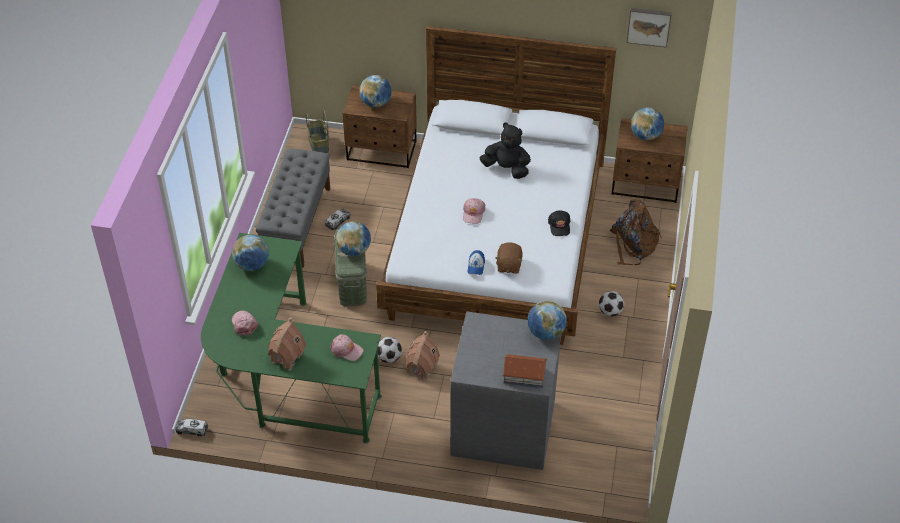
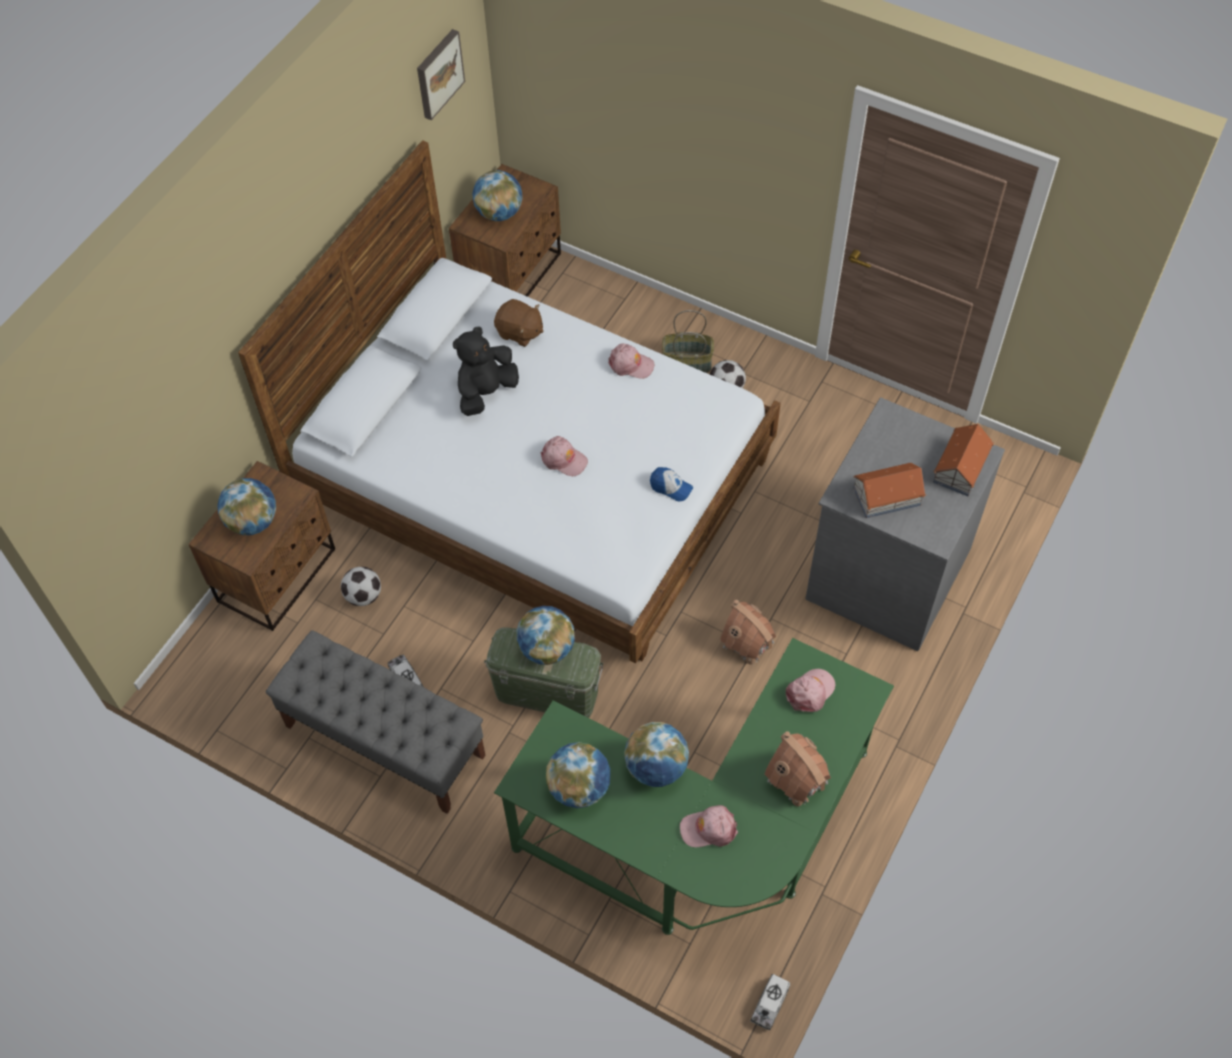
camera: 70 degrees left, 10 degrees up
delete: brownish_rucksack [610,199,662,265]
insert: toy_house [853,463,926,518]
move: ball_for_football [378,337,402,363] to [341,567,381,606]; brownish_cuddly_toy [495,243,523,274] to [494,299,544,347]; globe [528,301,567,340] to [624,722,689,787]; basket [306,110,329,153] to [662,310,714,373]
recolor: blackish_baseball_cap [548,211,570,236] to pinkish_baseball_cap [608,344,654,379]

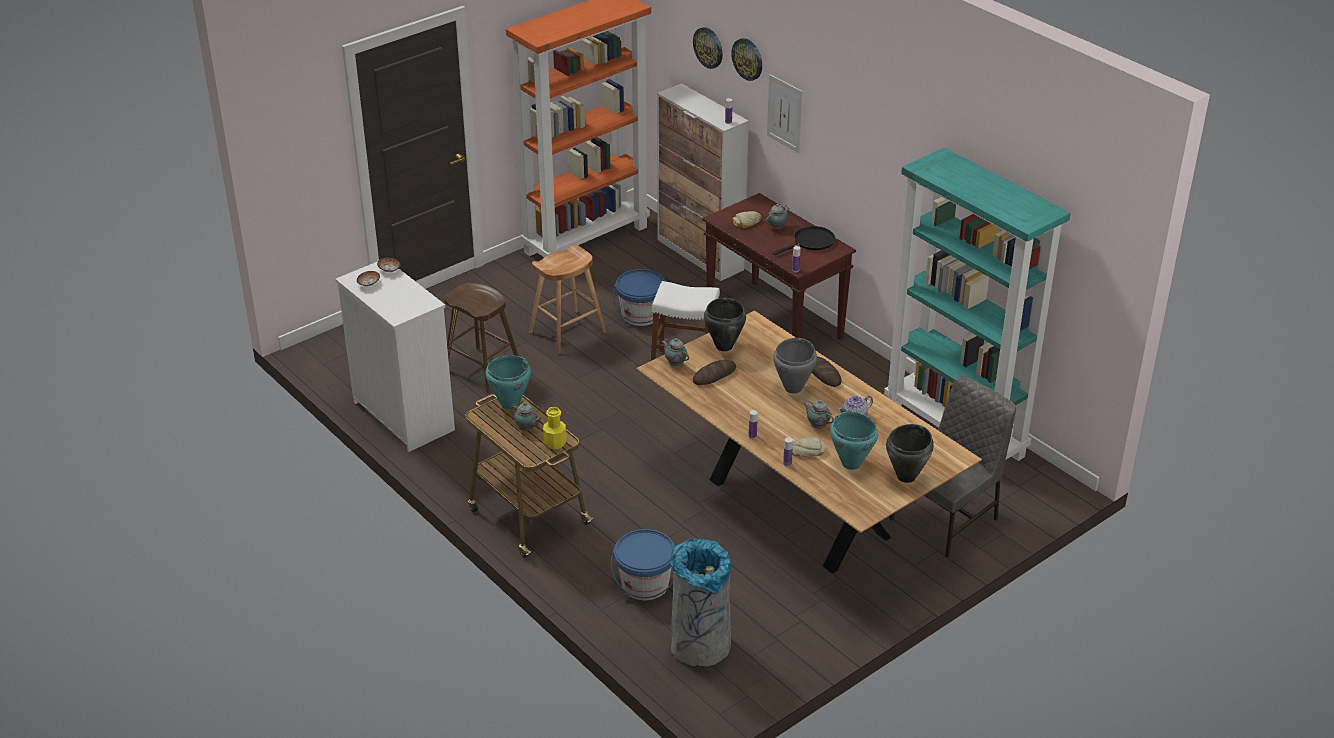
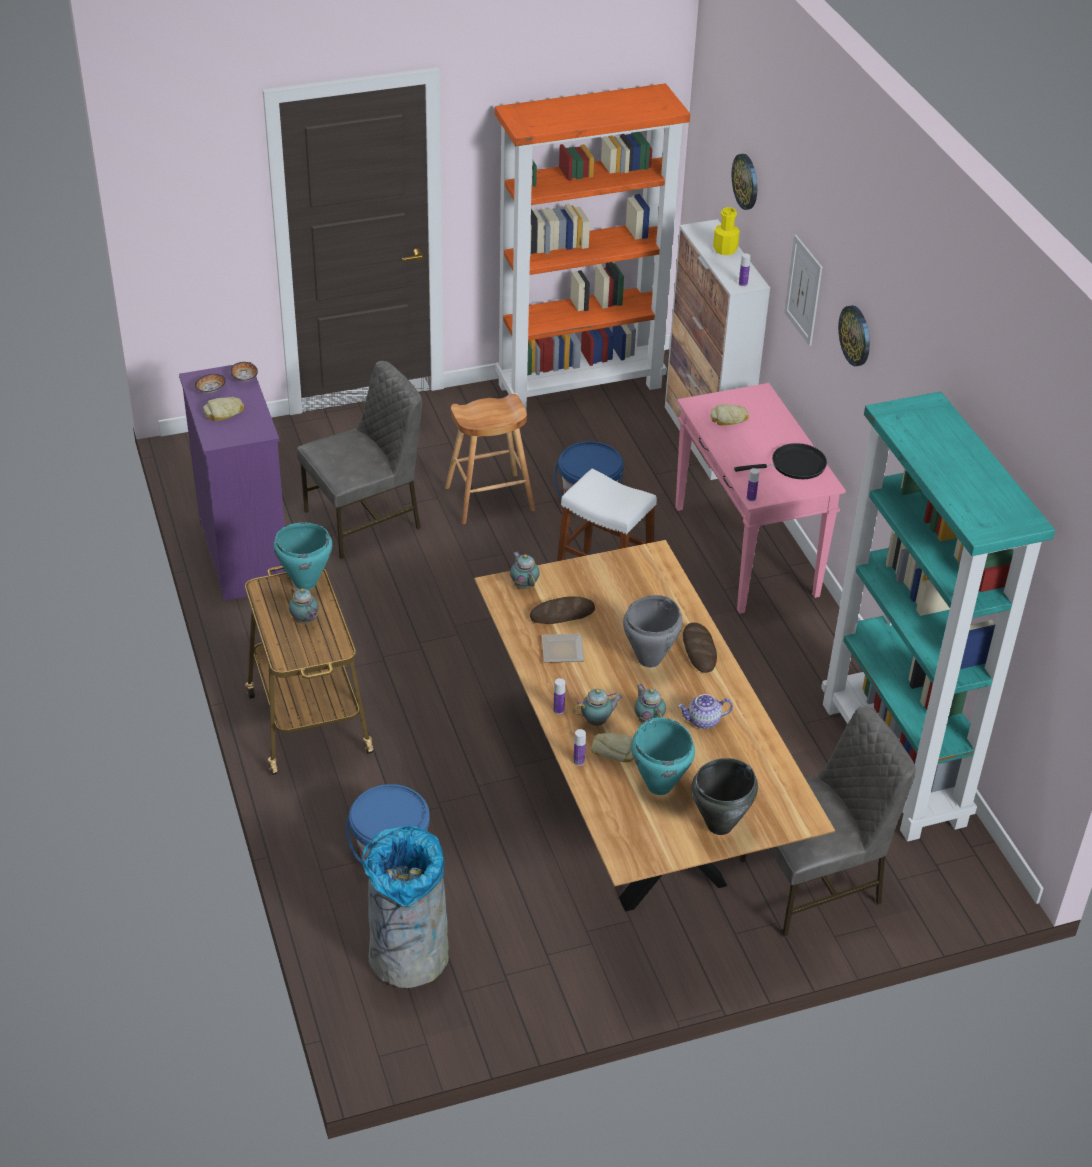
camera: 20 degrees right, 5 degrees up
delete: blackish_stockpot [704,298,746,351]
insert: baked_bread [203,397,244,421]; flat_dish [542,634,584,663]
move: tea_pot [765,204,790,229] to [573,689,623,726]; yellow-coloured_drink_bottle [543,407,566,449] to [713,207,740,255]; hanging_clock [731,38,762,81] to [838,305,870,366]
replace: brownish_sitting_stool [444,283,519,393] to gray_upright_chair [297,361,422,559]
recolor: white-coloured_chest_of_drawers [335,262,455,452] to purplish_chest_of_drawers [179,362,286,601]; brownish_hall_table [702,193,856,340] to pinkish_hall_table [675,383,846,614]

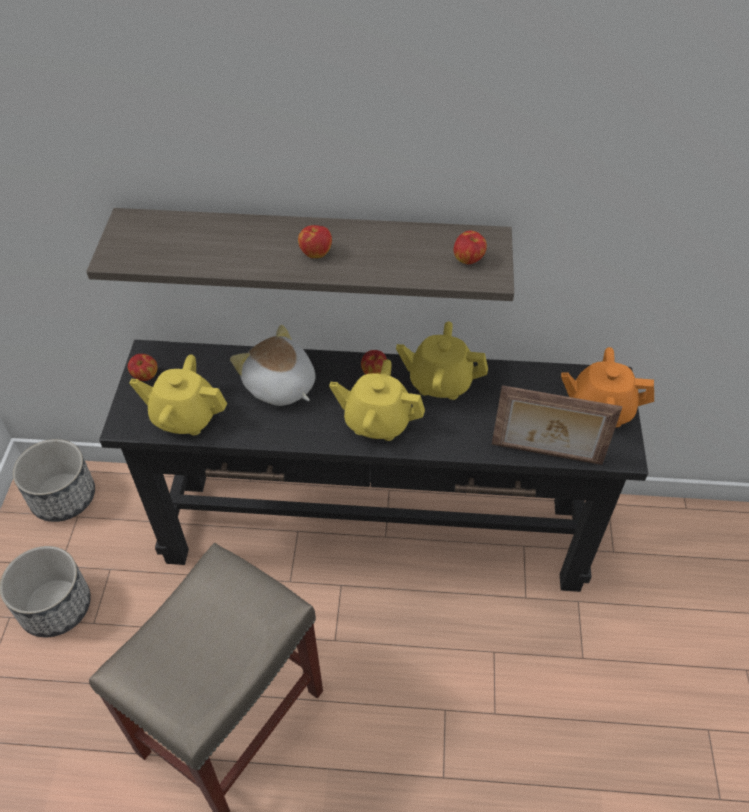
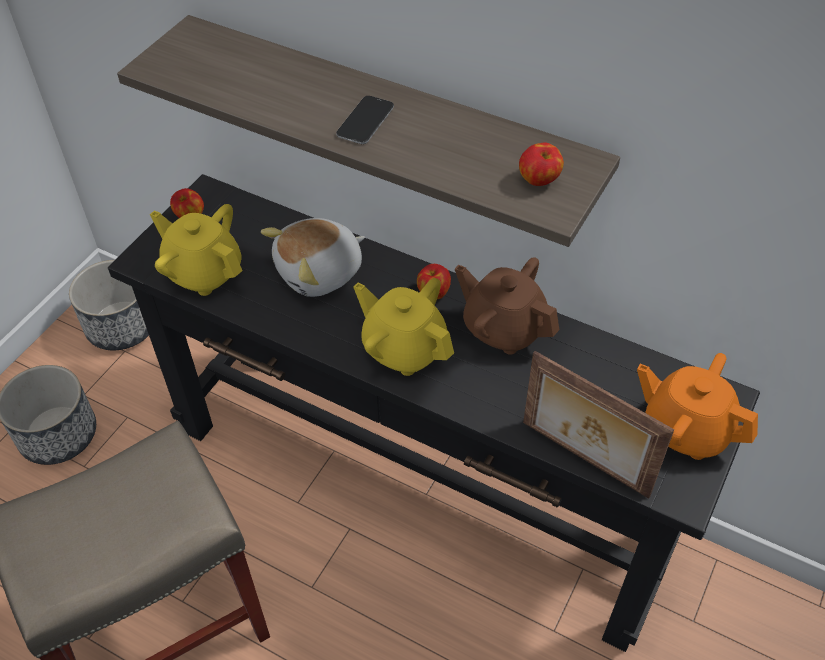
camera: 25 degrees right, 0 degrees up
replace: apple [298,225,332,258] to telephone [336,96,394,144]
recolor: yellow-coloured_tea_pot [396,322,488,400] to brownish_tea_pot [455,257,559,355]
rotate: cuddly_toy [230,325,316,406] = [261,218,365,297] 105 degrees counterclockwise

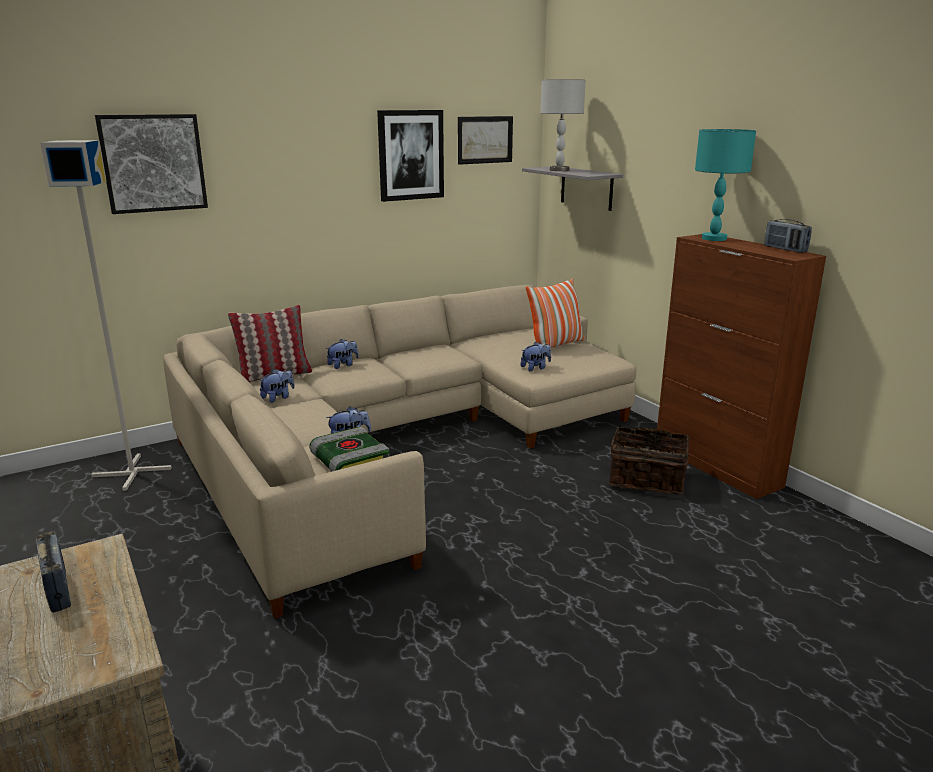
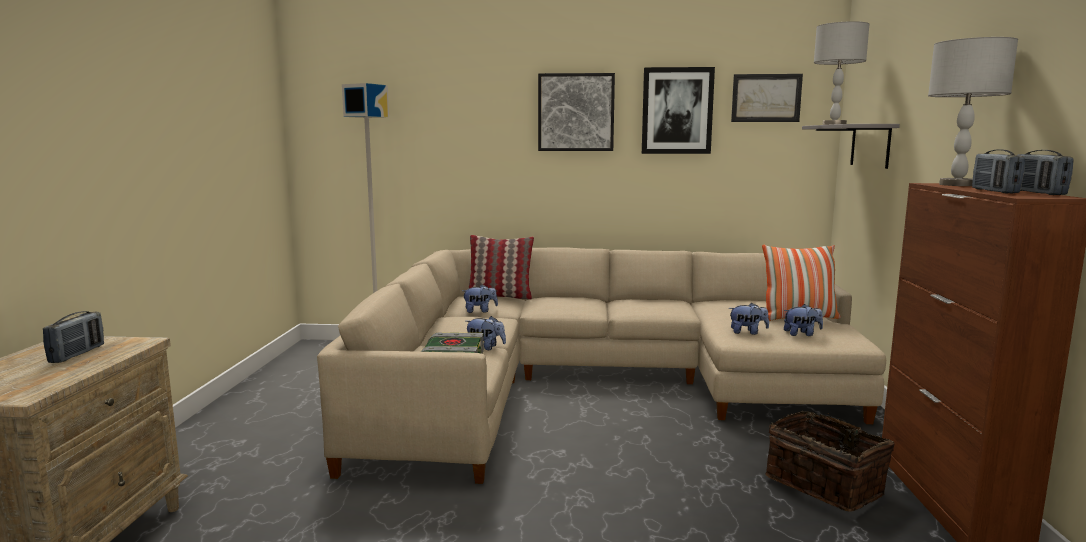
camera: 35 degrees right, 10 degrees down
insert: radio_set [972,149,1025,194]
move: picture [95,114,208,214] to [538,73,615,151]; cuddly_toy [326,339,359,369] to [784,304,823,336]
recolor: turquoise-coloured_lamp_for_a_table [695,129,756,241] to gray_lamp_for_a_table [928,37,1018,186]

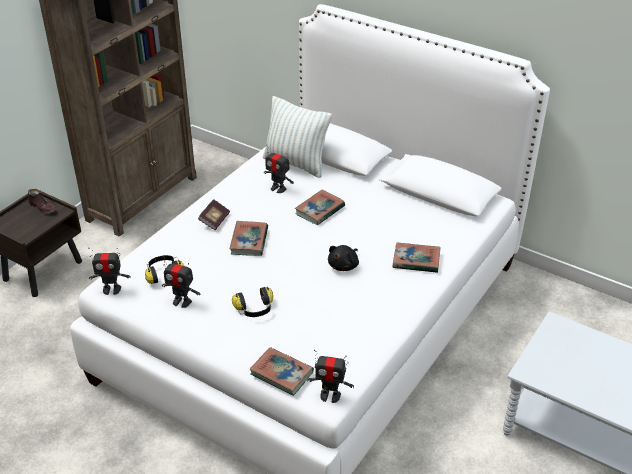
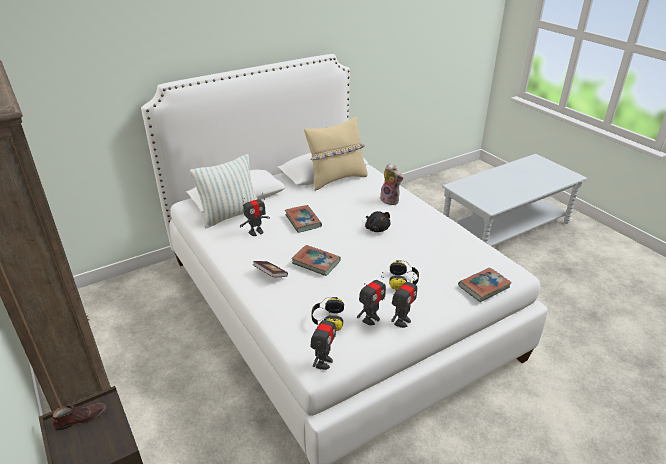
camera: 65 degrees left, 5 degrees down
insert: beige_pillow [304,117,368,191]
move: model_robot [308,350,354,403] to [391,273,417,328]
replace: bound_book [393,243,441,273] to cuddly_toy [380,163,403,205]

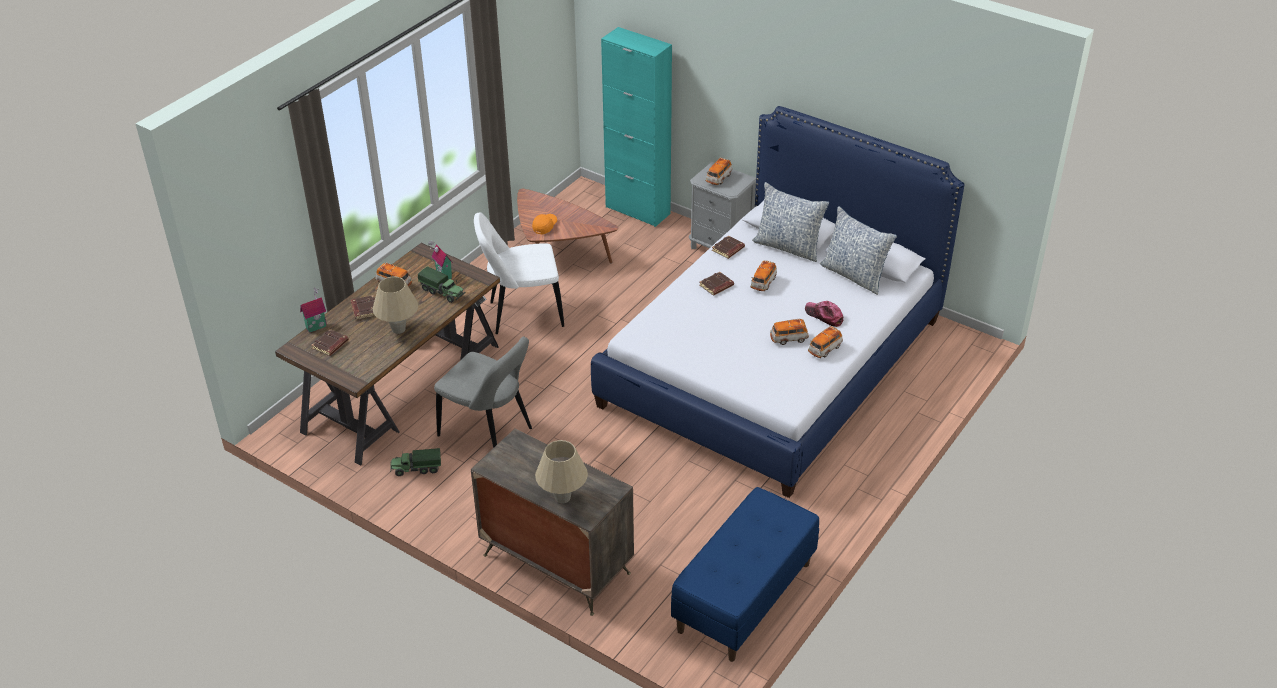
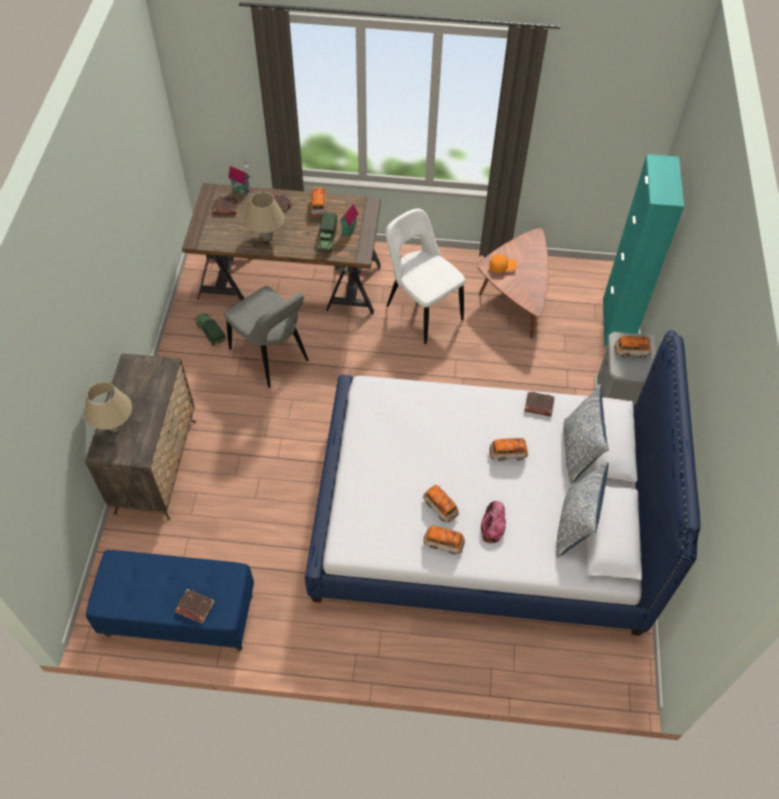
camera: 60 degrees right, 15 degrees up
move: brownish_bound_book [700,272,734,295] to [175,589,215,624]
rotate: gray_upright_chair [434,336,532,448] = [224,286,308,388] 45 degrees counterclockwise

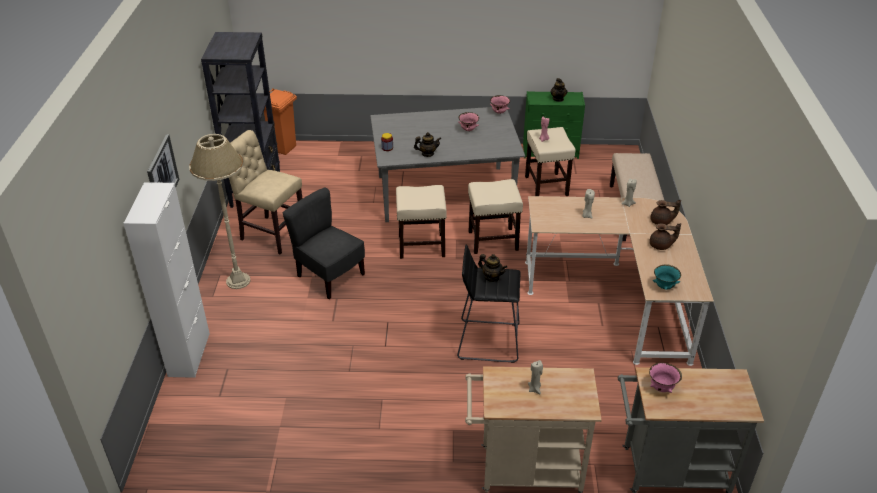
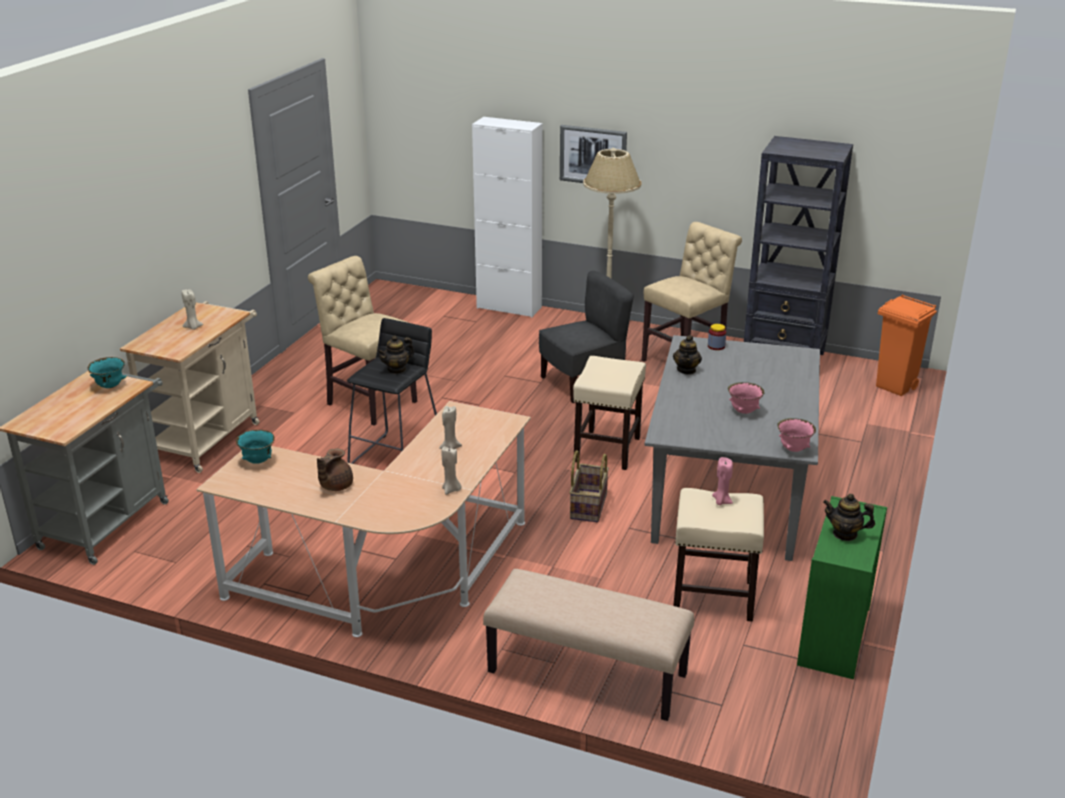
camera: 110 degrees right, 10 degrees down
delete: brownish_tea_pot [651,200,681,225]
insert: beige_upright_chair [308,256,417,426]
replace: beige_sitting_stool [468,179,523,254] to basket [569,450,609,522]
recolor: pinkish_deep_dish [649,363,682,393] to turquoise-coloured_deep_dish [88,357,127,388]

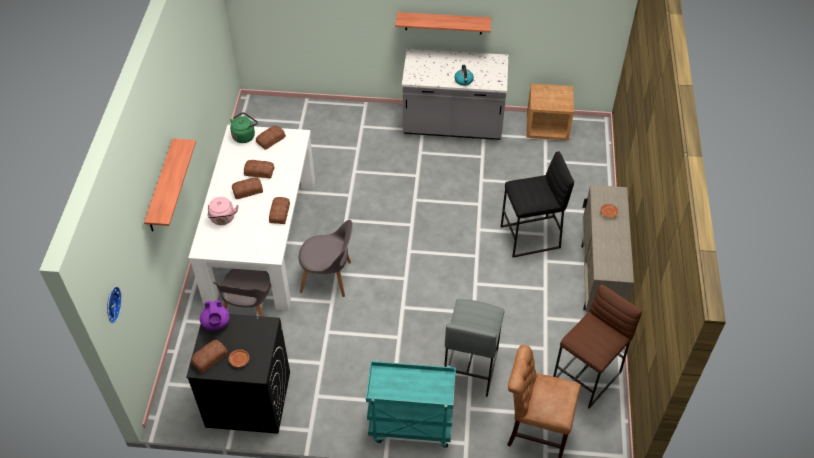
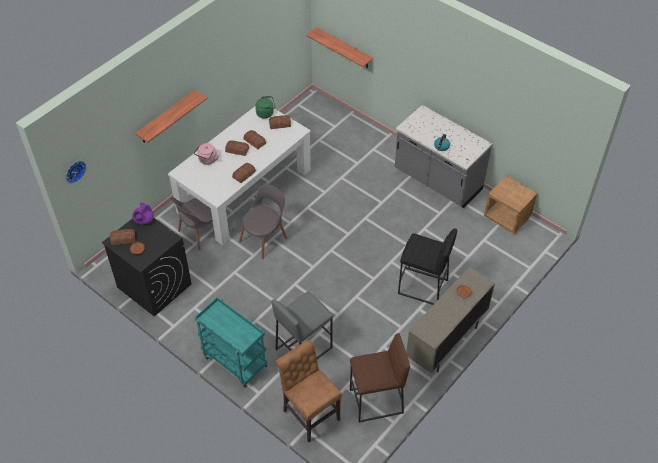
camera: 35 degrees right, 0 degrees up
move: wall_shelf [395,12,491,35] to [306,27,373,68]
rotate: gray_upright_chair [299,220,353,297] = [239,184,287,259] 90 degrees counterclockwise

